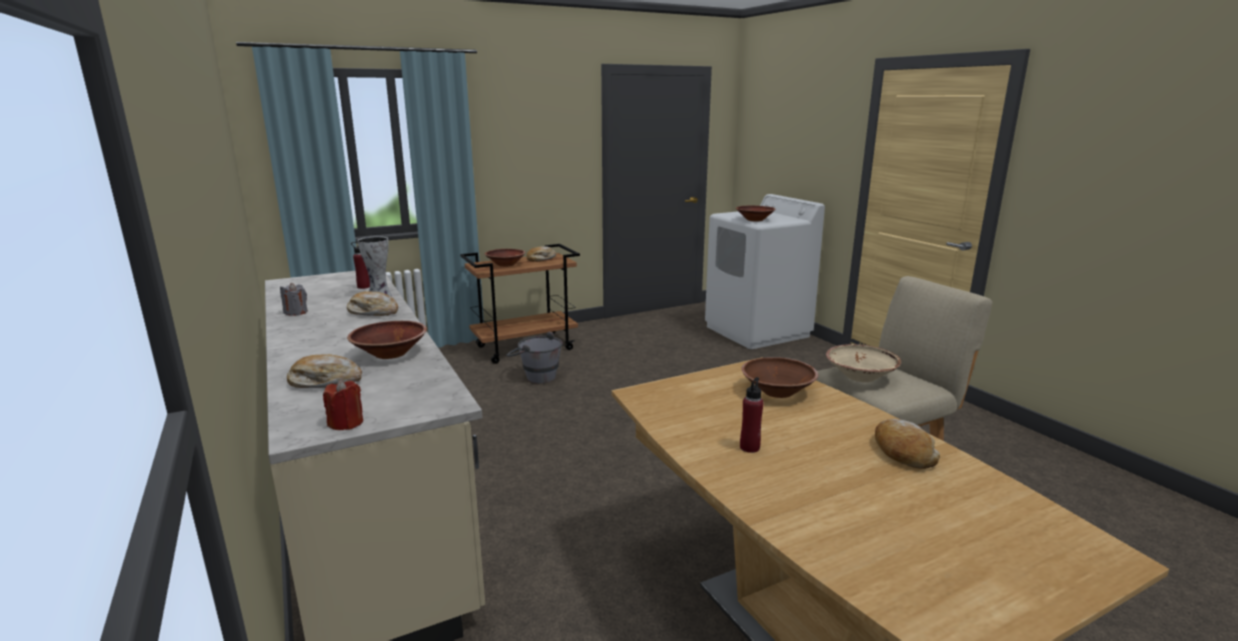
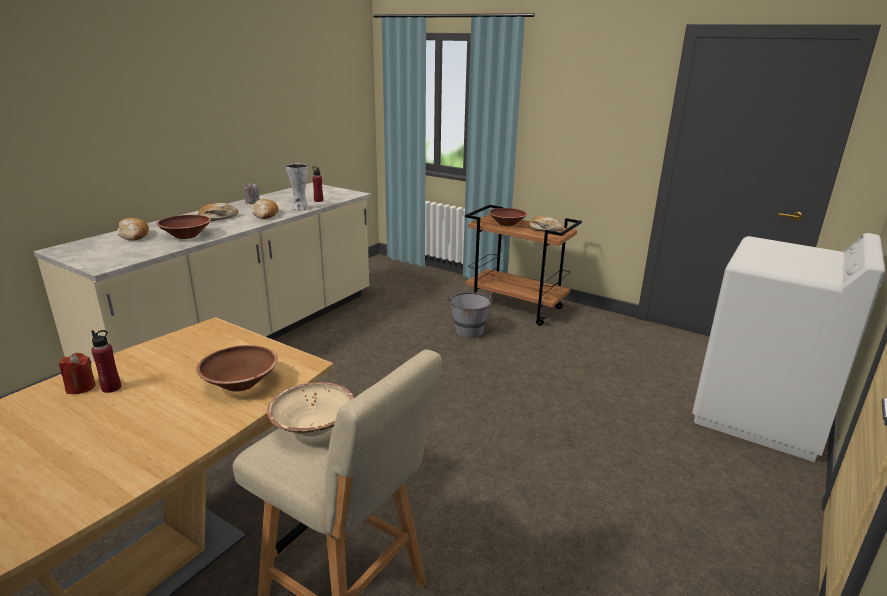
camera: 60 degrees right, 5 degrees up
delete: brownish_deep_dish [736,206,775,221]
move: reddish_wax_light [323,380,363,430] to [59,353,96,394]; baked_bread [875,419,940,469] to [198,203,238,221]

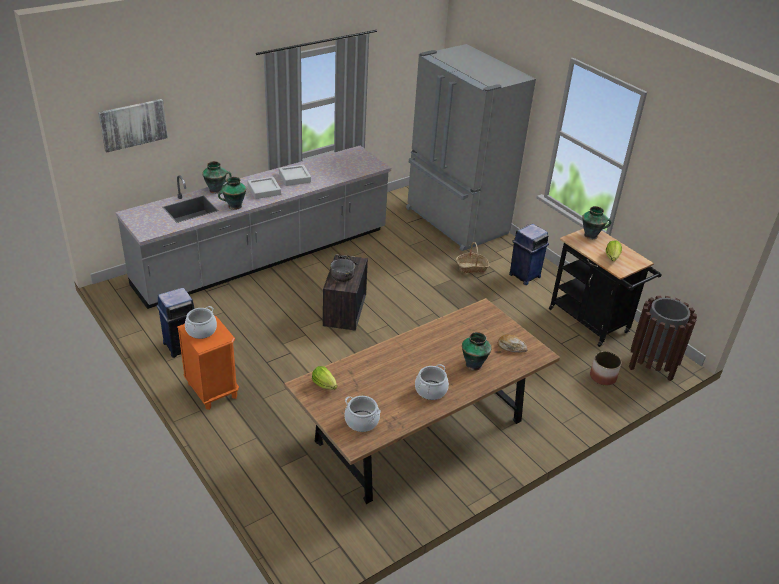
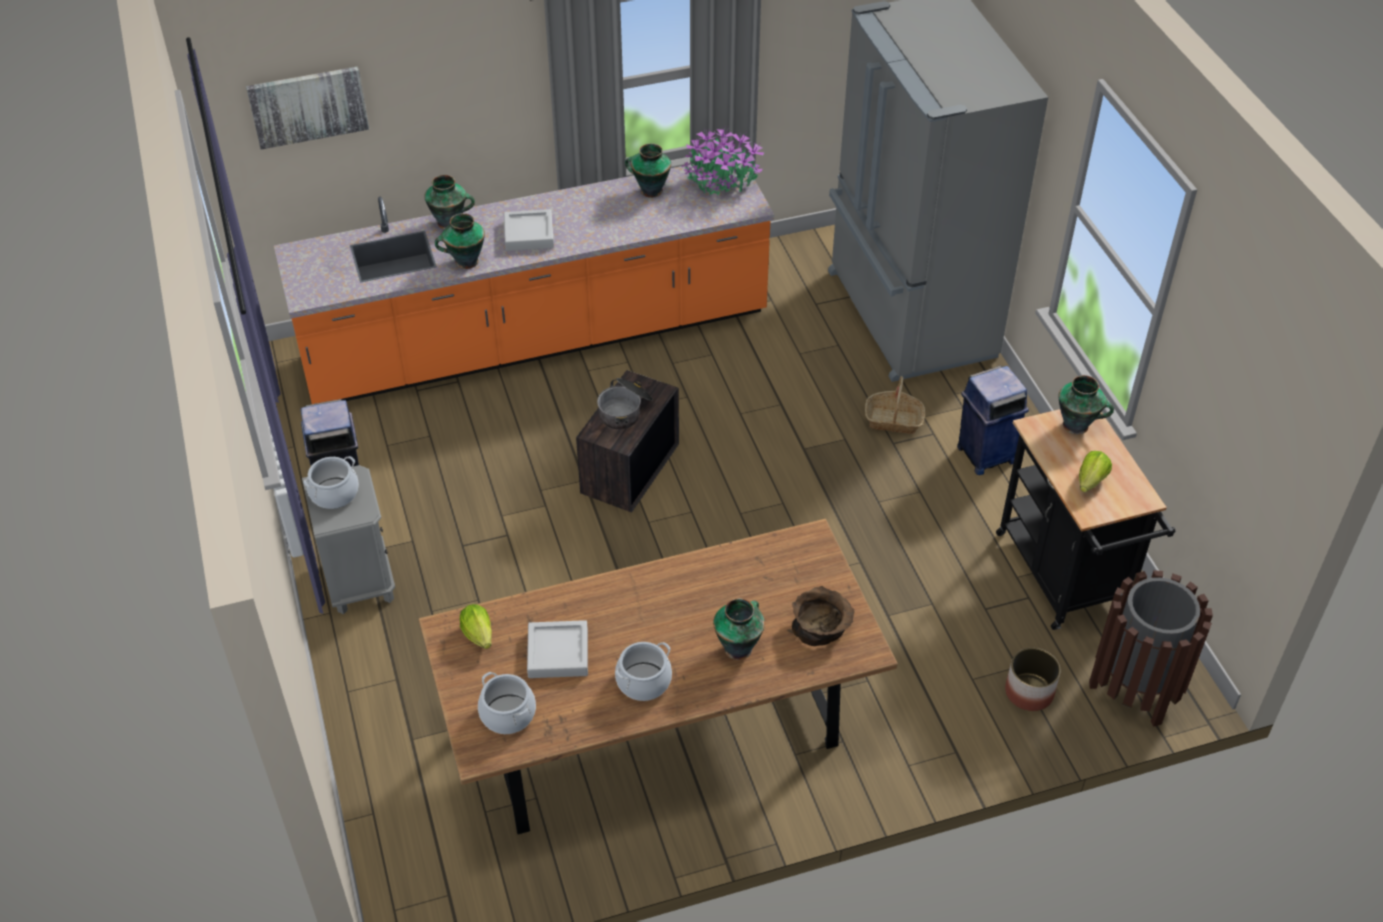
camera: 20 degrees right, 10 degrees up
insert: decorative_vase [625,143,671,198]; plant_in_a_pot [682,126,765,196]
move: gray_carrying_tray [279,165,311,186] to [527,620,588,678]
replace: baked_bread [498,334,528,353] to brownish_deep_dish [792,586,855,646]
recolor: gray_counter [116,146,391,309] to orange_counter [274,156,774,404]; orange_night_table [177,316,239,410] to gray_night_table [302,465,395,614]

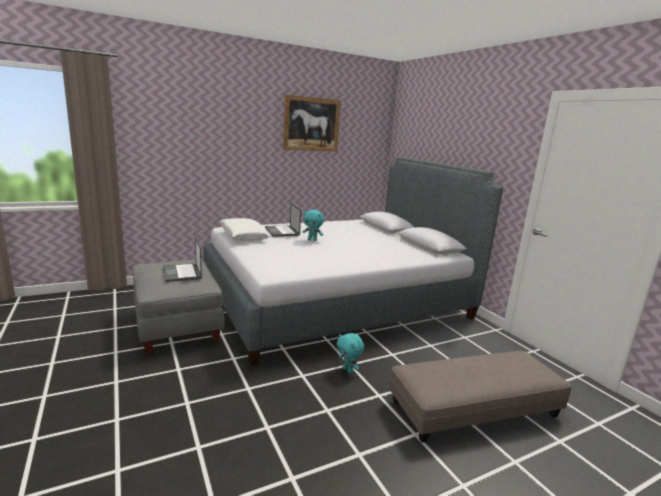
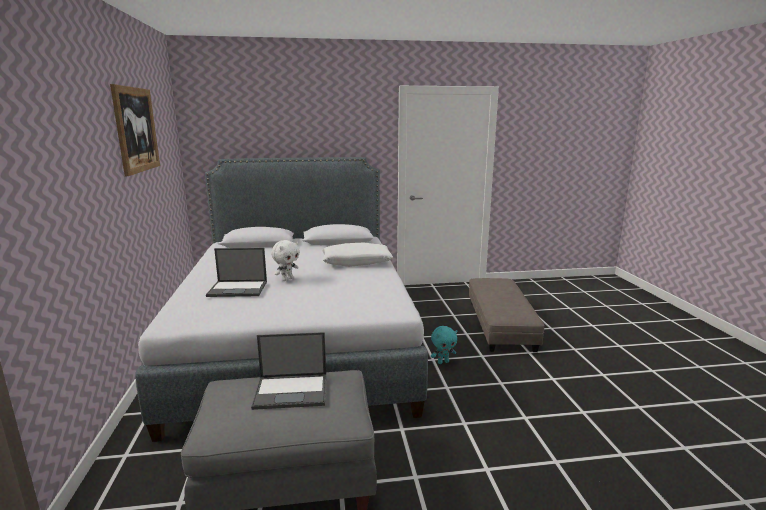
camera: 70 degrees left, 0 degrees up
move: white-coloured_pillow [220,218,270,241] to [323,243,393,267]
recolor: turquoise-coloured_cuddly_toy [303,210,324,241] to white-coloured_cuddly_toy [271,240,300,281]

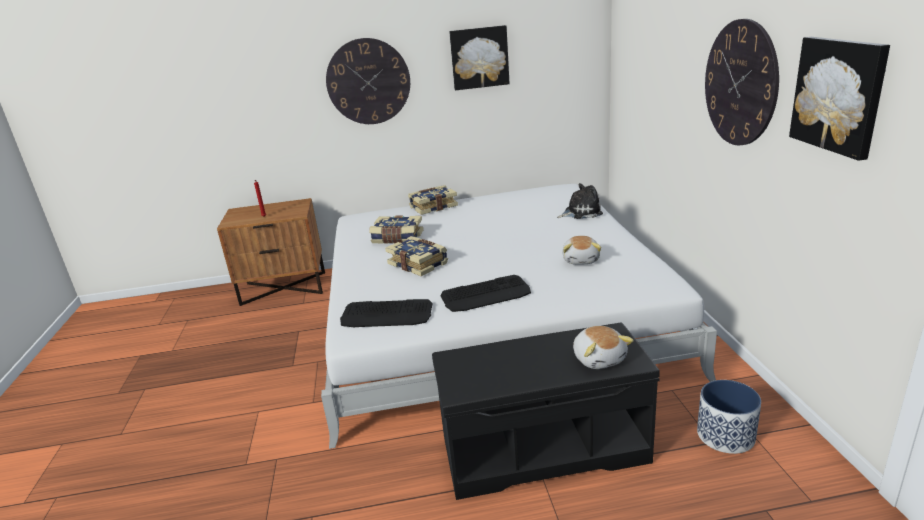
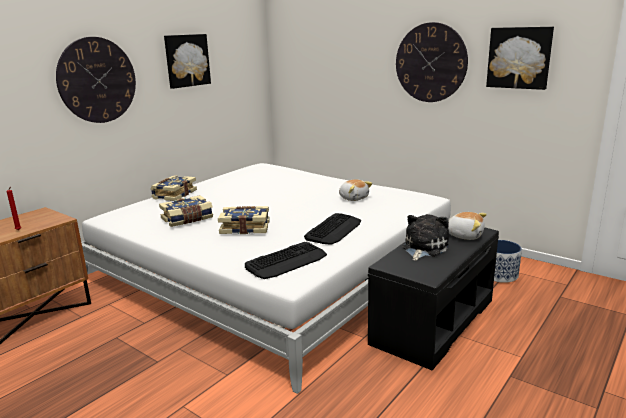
camera: 45 degrees left, 5 degrees down
move: cuddly_toy [557,183,603,219] to [402,214,449,261]

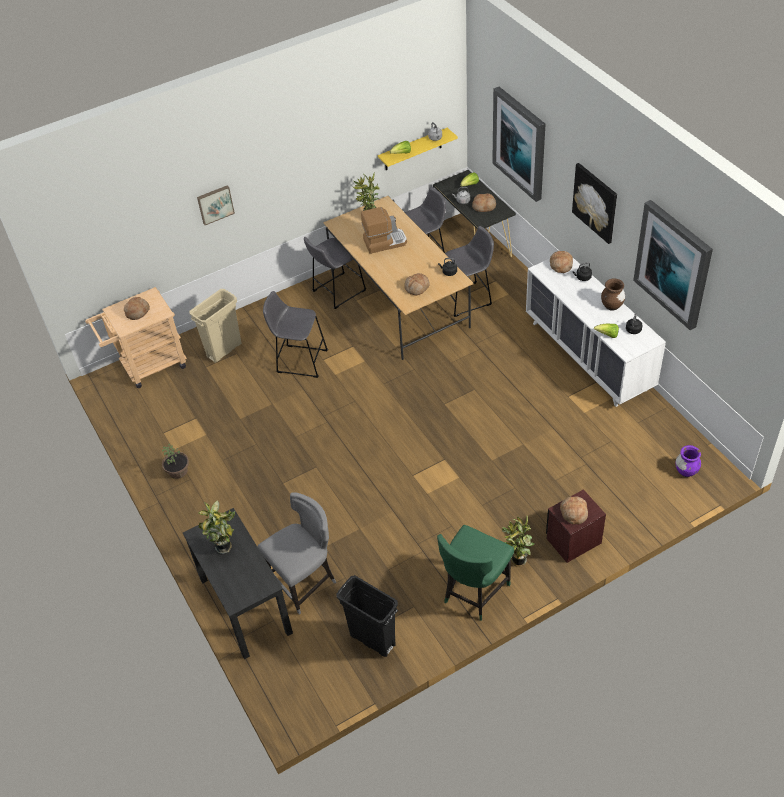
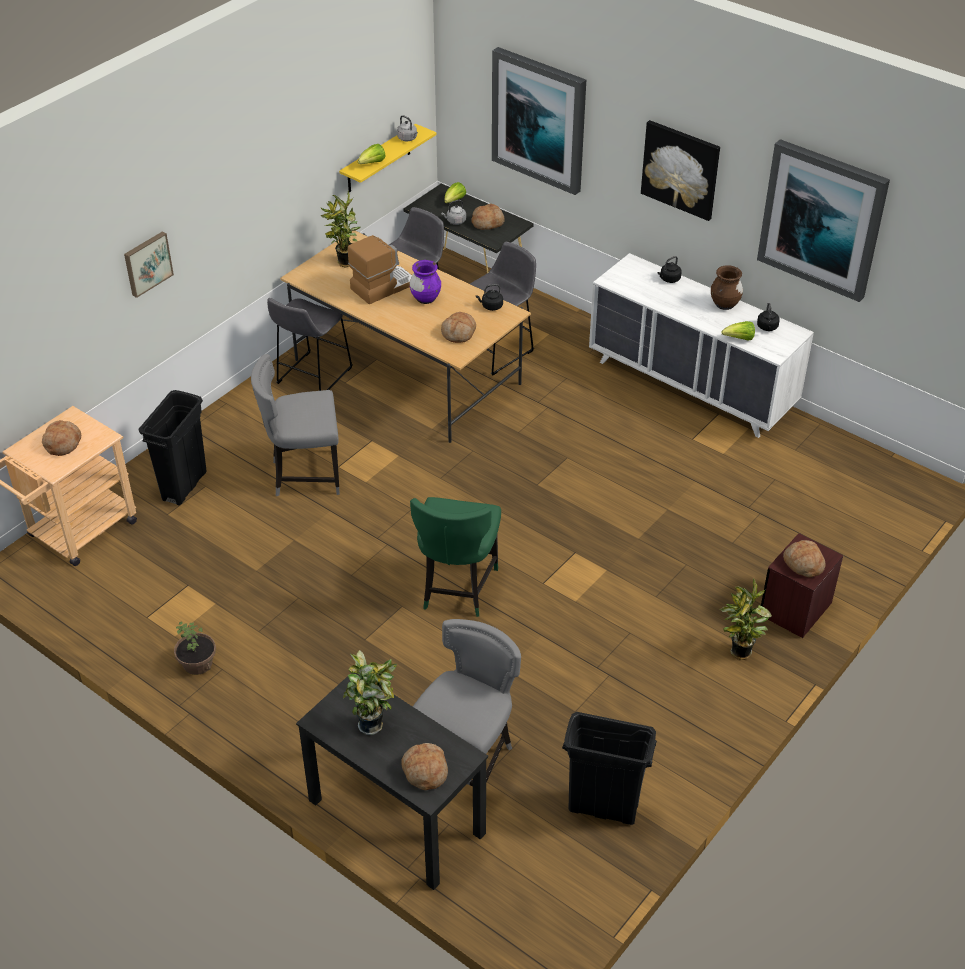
camera: 25 degrees left, 5 degrees down
move: baked_bread [550,251,573,273] to [401,743,448,790]; purplish_decorative_vase [676,445,701,477] to [410,260,441,304]; green-coloured_upright_chair [437,525,514,621] to [410,497,501,617]
replace: gray_sitting_stool [263,291,328,378] to gray_upright_chair [251,354,340,496]
recolor: beige_rubbish_bin [189,289,241,363] to blackish_rubbish_bin [138,390,207,505]

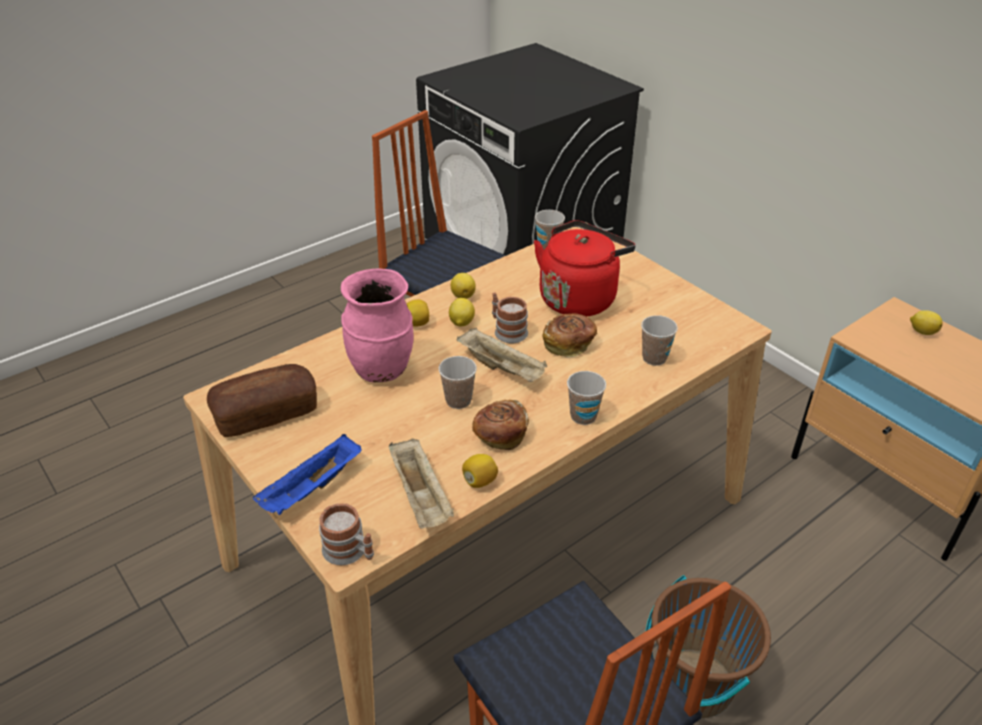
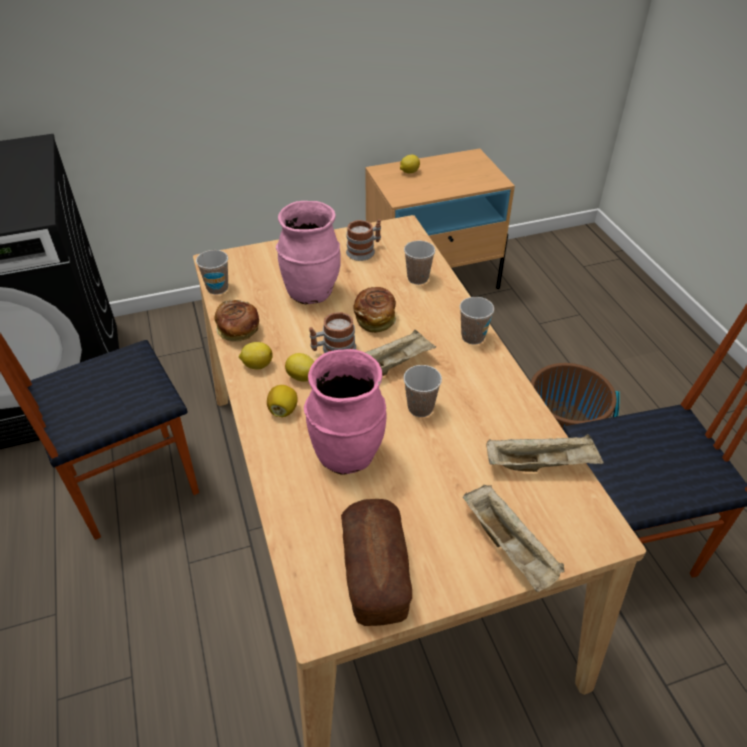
camera: 70 degrees left, 5 degrees up
delete: citrus_fruit [462,454,498,488]
move: baked_bread [472,400,529,450] to [214,300,259,342]; tea_mug [319,503,374,565] to [346,219,381,261]
replace: reddish_tea_kettle [534,220,635,317] to pinkish_decorative_vase [276,201,341,304]
recolor: bluish_carrying_tray [253,434,361,515] to beige_carrying_tray [463,485,564,592]

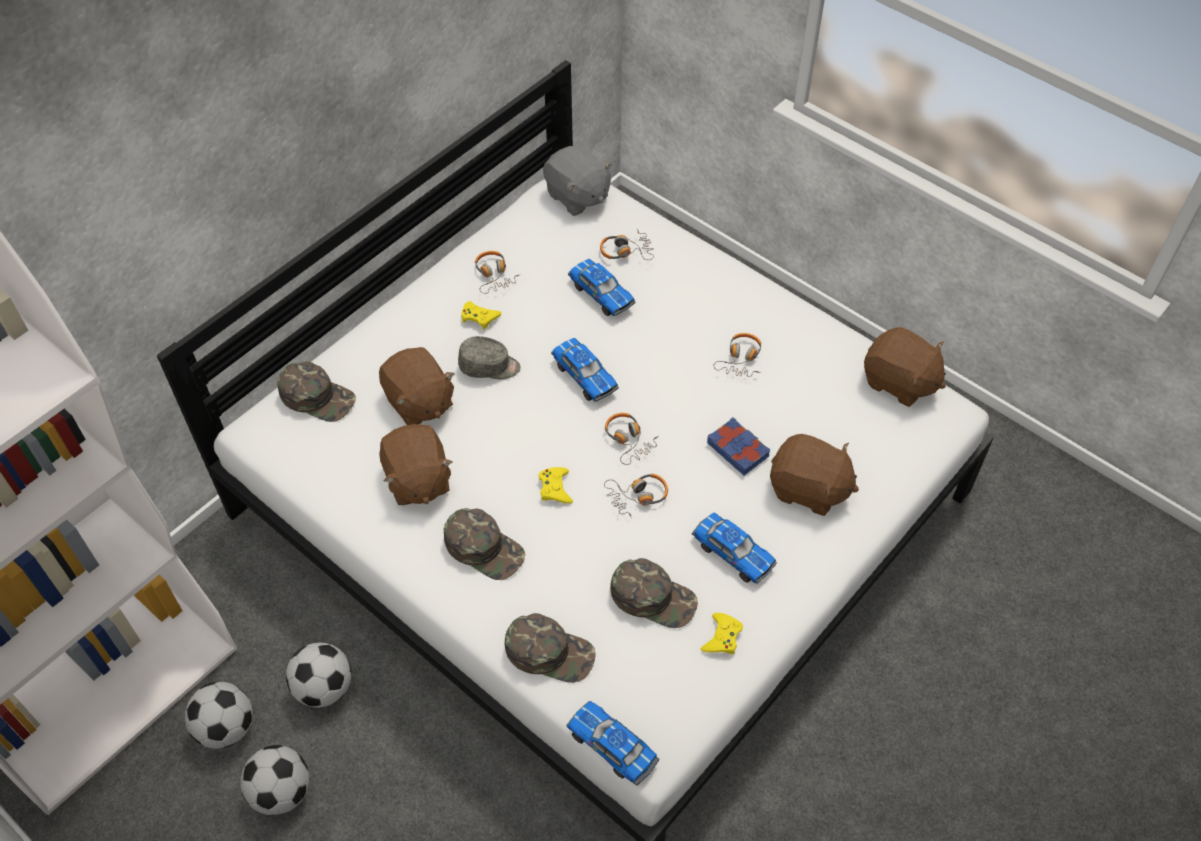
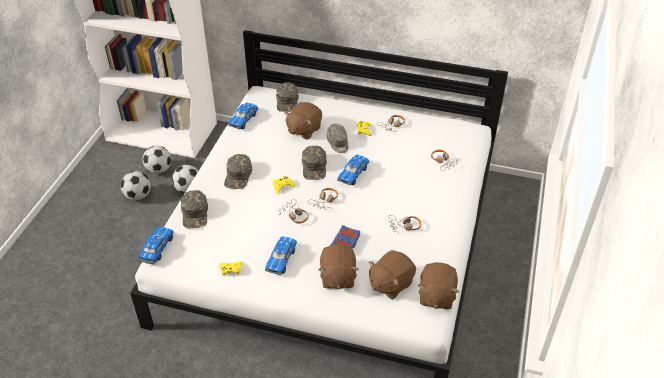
camera: 65 degrees right, 10 degrees down
delete: gray_cuddly_toy [543,145,612,216]
move: toy_car [568,259,636,316] to [228,103,258,129]; green-coloured_baseball_cap [610,558,698,628] to [302,146,327,180]; brownish_cuddly_toy [379,424,452,505] to [369,250,416,299]

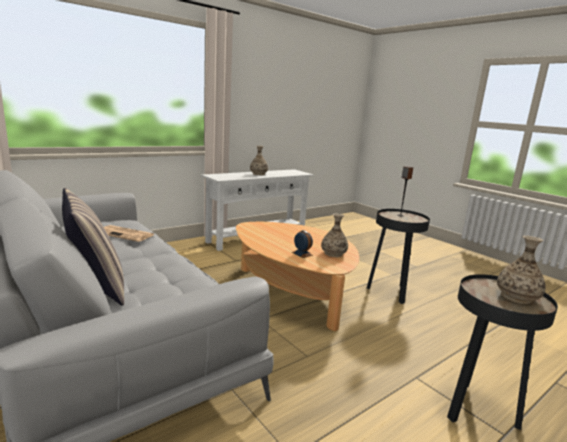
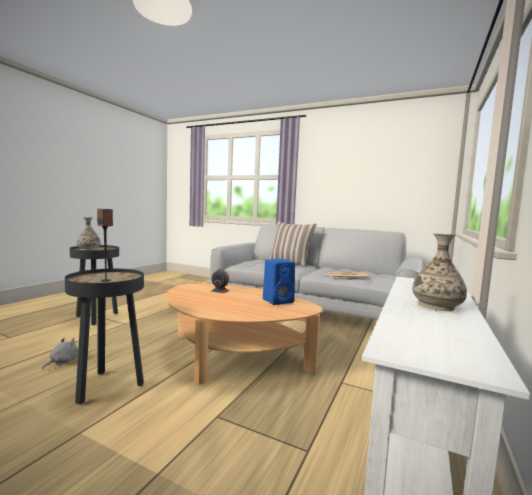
camera: 155 degrees right, 10 degrees down
delete: decorative_vase [321,214,348,257]
insert: gray_cuddly_toy [42,338,78,369]; bluish_audio_speaker [263,259,295,305]

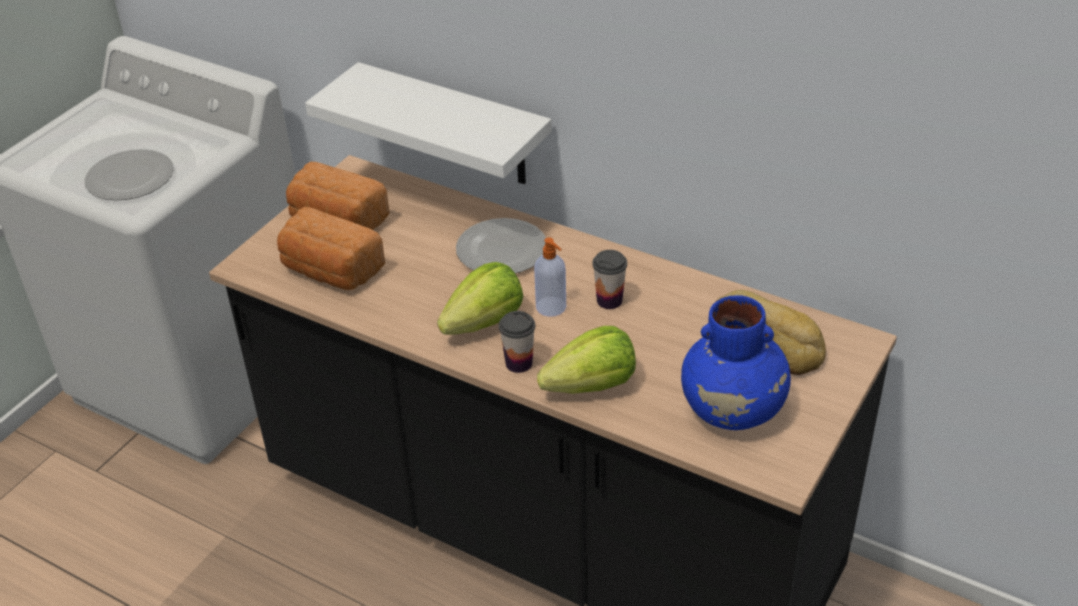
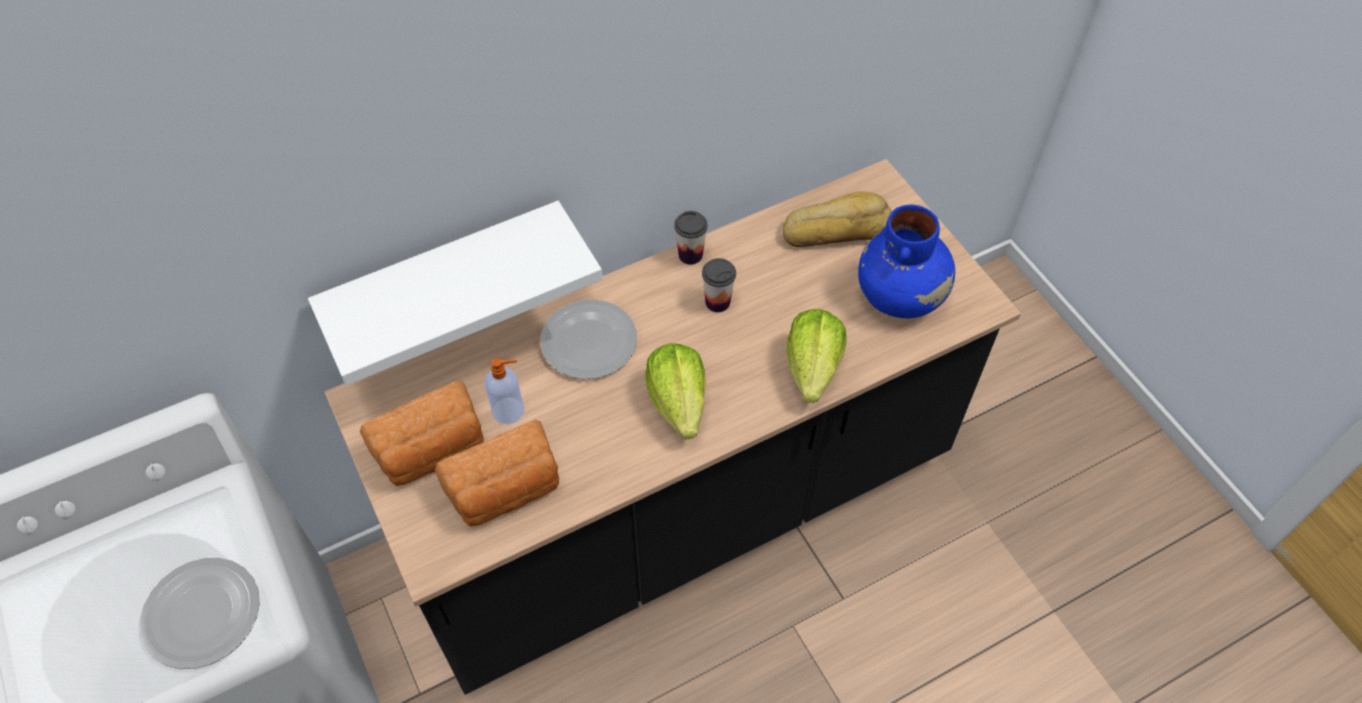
camera: 60 degrees left, 15 degrees up
move: liquid_soap_bottle [534,237,566,317] to [485,358,524,424]; drinking_cup [499,311,535,373] to [674,211,708,265]

